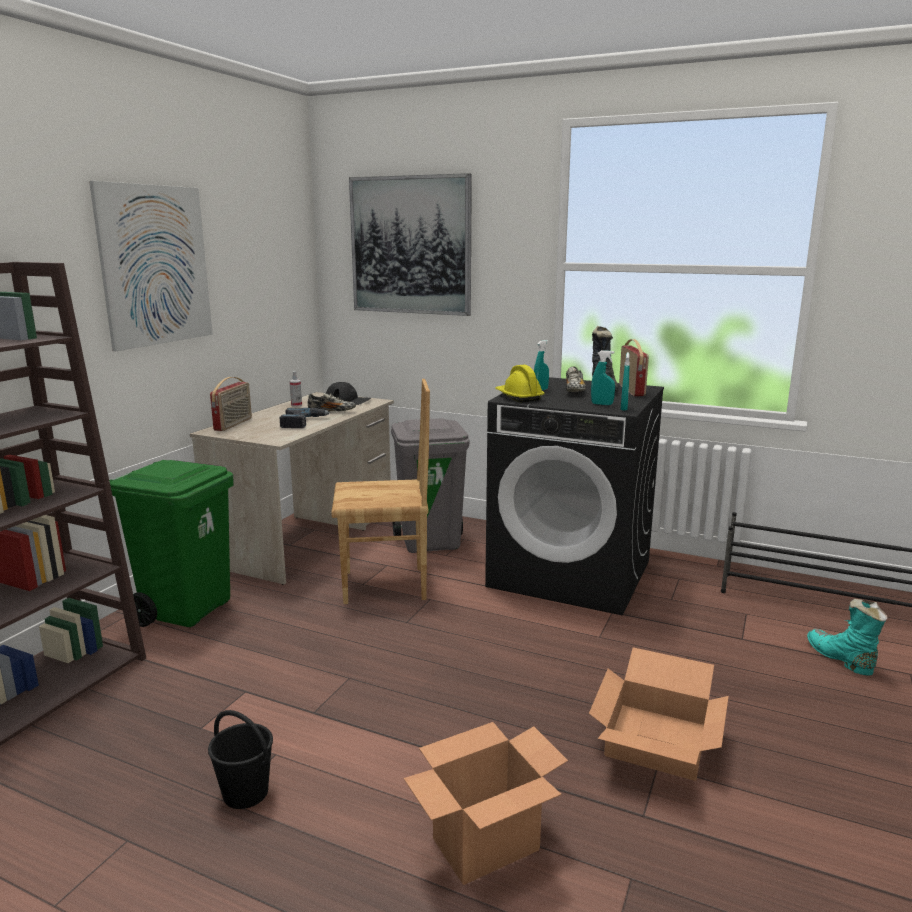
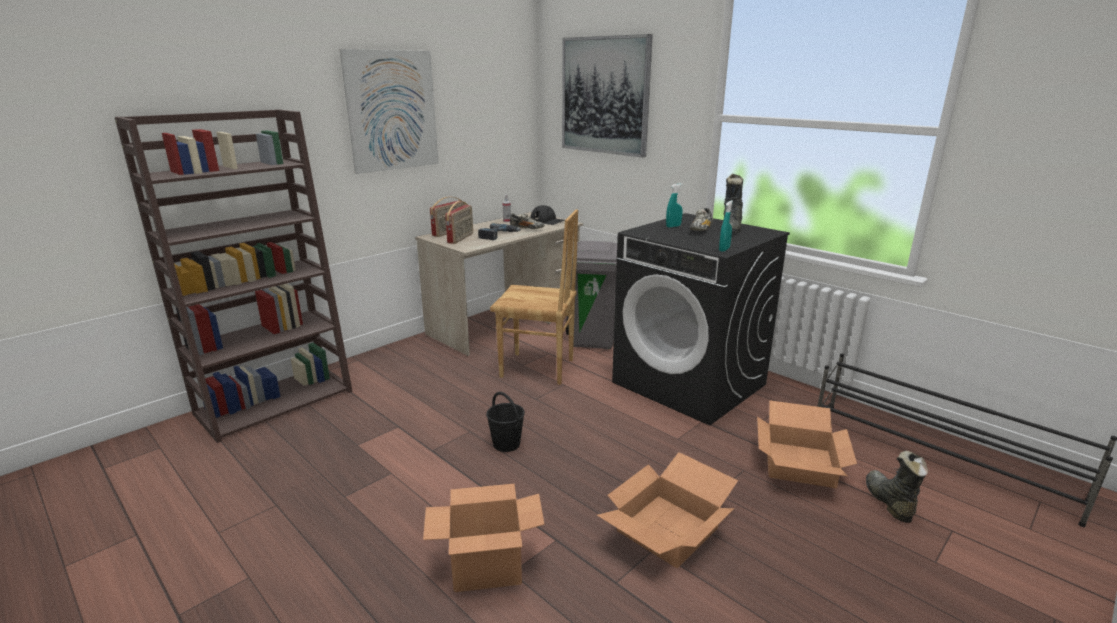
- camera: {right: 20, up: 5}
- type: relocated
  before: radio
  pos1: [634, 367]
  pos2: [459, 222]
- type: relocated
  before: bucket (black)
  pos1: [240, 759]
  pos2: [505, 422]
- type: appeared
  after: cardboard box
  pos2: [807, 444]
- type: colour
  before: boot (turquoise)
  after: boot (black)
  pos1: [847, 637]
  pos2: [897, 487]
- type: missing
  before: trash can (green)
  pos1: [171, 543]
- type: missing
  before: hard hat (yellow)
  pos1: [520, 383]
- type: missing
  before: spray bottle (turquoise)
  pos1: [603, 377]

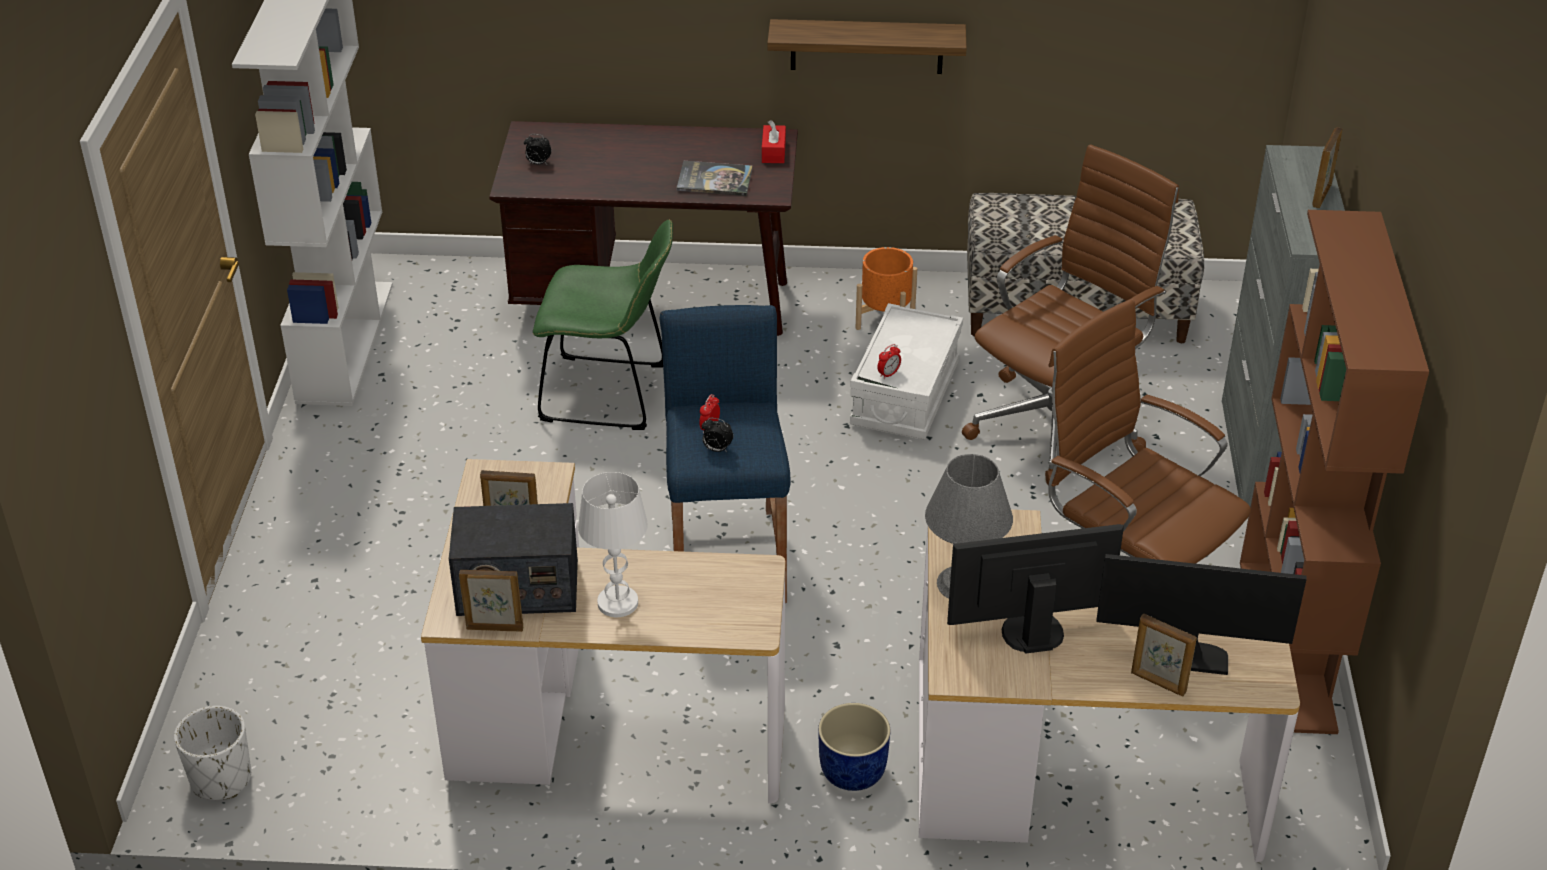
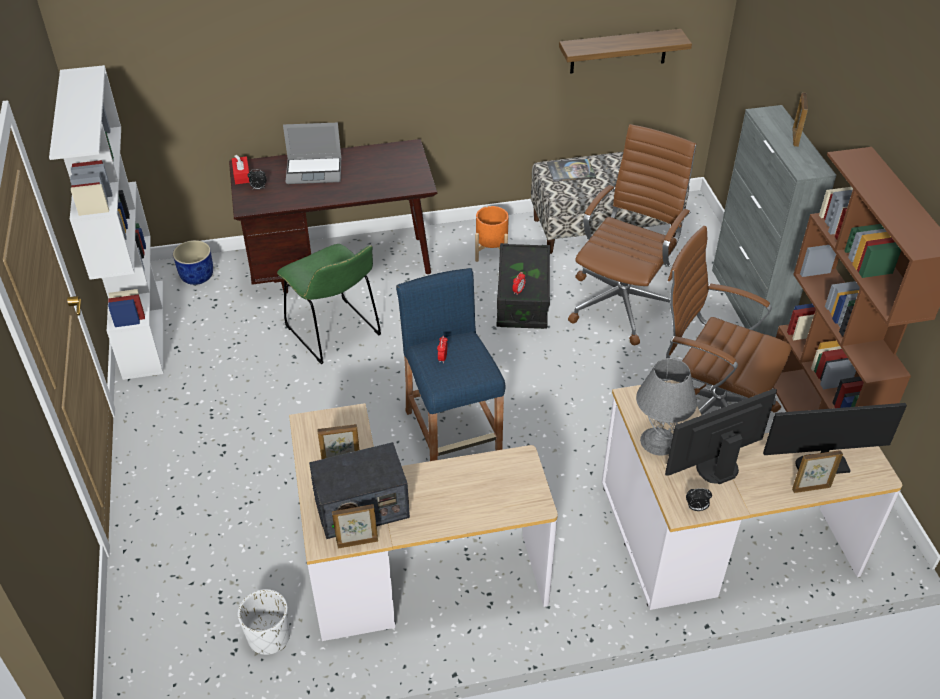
- camera: {right: -15, up: 5}
- type: relocated
  before: planter (blue)
  pos1: [854, 747]
  pos2: [193, 262]
- type: relocated
  before: tissue box (red)
  pos1: [774, 141]
  pos2: [241, 169]
- type: relocated
  before: planter (white)
  pos1: [212, 753]
  pos2: [264, 622]
- type: spun
  before: chair (green)
  pos1: [603, 325]
  pos2: [329, 304]
  turn: 60
- type: appeared
  after: laptop
  pos2: [312, 153]
- type: colour
  before: storage box (white)
  after: storage box (black)
  pos1: [906, 371]
  pos2: [523, 286]
- type: relocated
  before: book
  pos1: [715, 178]
  pos2: [571, 170]
- type: relocated
  before: shelf
  pos1: [867, 46]
  pos2: [625, 51]
- type: relocated
  before: alarm clock
  pos1: [717, 435]
  pos2: [699, 499]
- type: spun
  before: picture frame
  pos1: [1164, 655]
  pos2: [817, 471]
  turn: 150
- type: missing
  before: table lamp (white)
  pos1: [613, 544]

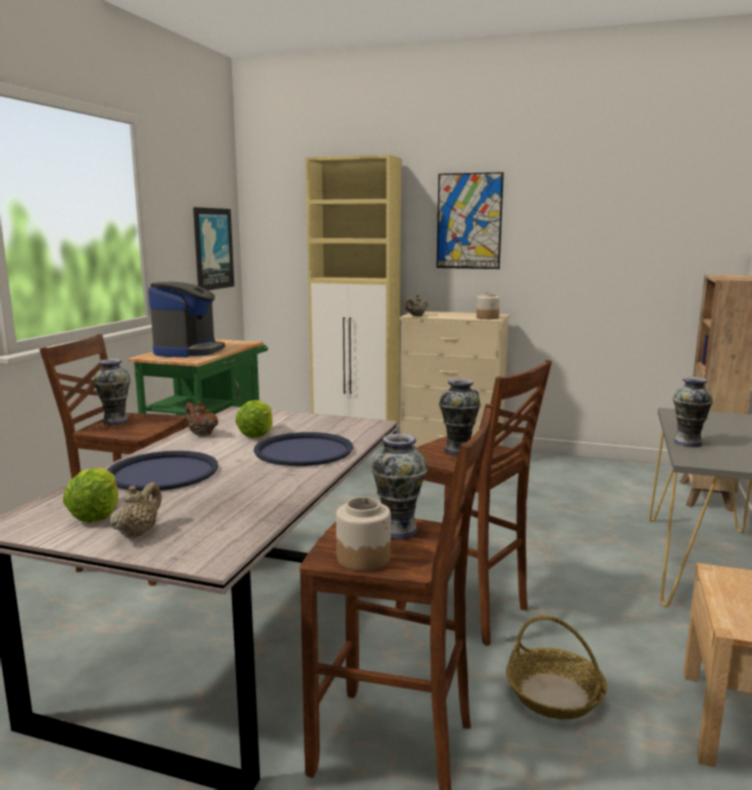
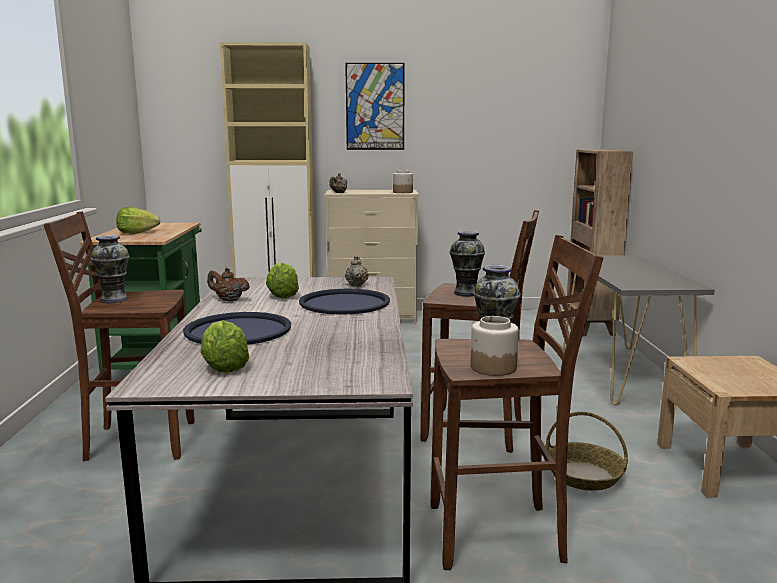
- camera: {right: -20, up: 0}
- type: exchanged
  before: coffee machine
  after: lettuce
  pos1: [186, 319]
  pos2: [138, 220]
- type: relocated
  before: teapot (beige)
  pos1: [136, 510]
  pos2: [357, 270]
- type: missing
  before: picture
  pos1: [213, 248]
- type: missing
  before: vase
  pos1: [693, 412]

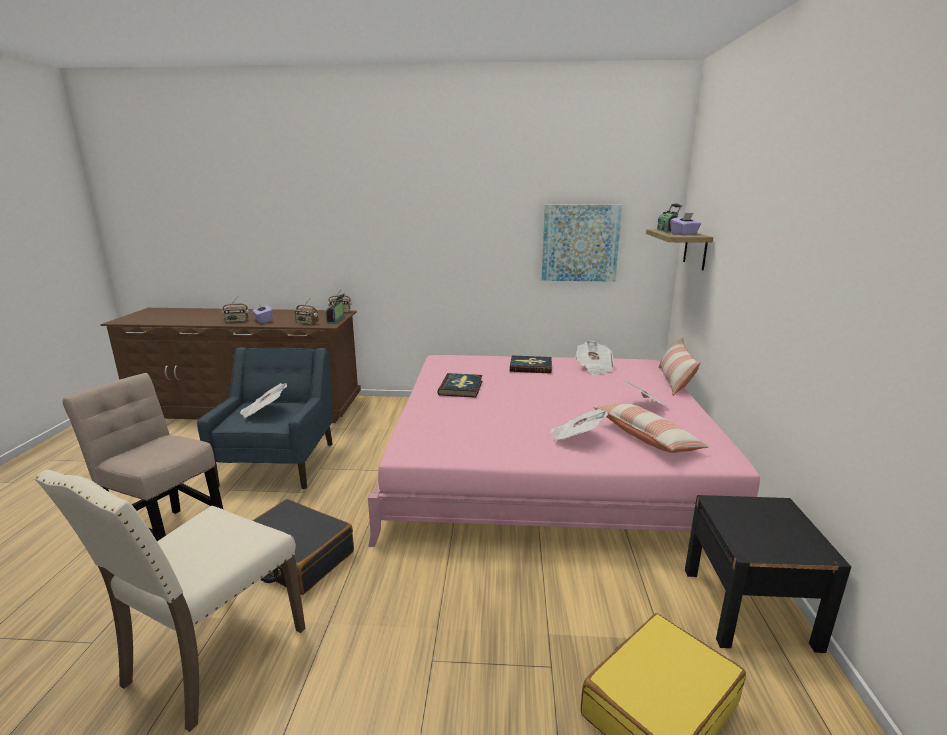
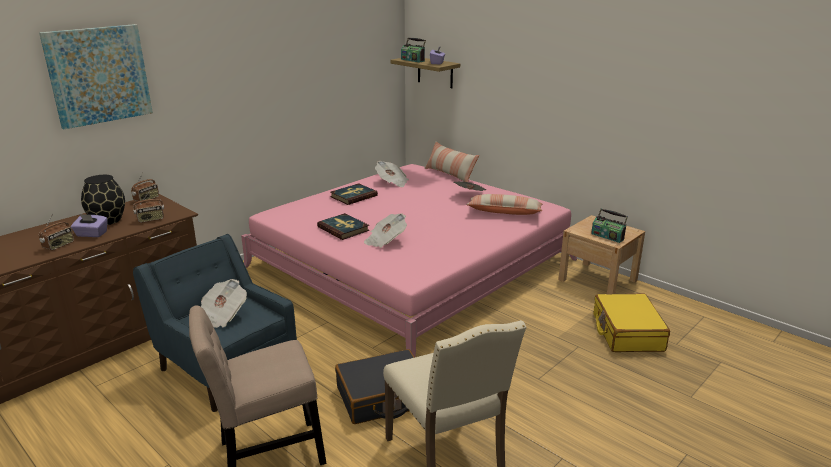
- camera: {right: -50, up: 5}
- type: relocated
  before: picture
  pos1: [581, 243]
  pos2: [96, 76]
- type: appeared
  after: vase (black)
  pos2: [103, 200]
- type: relocated
  before: newspaper
  pos1: [579, 425]
  pos2: [385, 230]
- type: colour
  before: nightstand (black)
  after: nightstand (beige)
  pos1: [768, 574]
  pos2: [601, 254]
- type: relocated
  before: radio
  pos1: [335, 308]
  pos2: [609, 226]

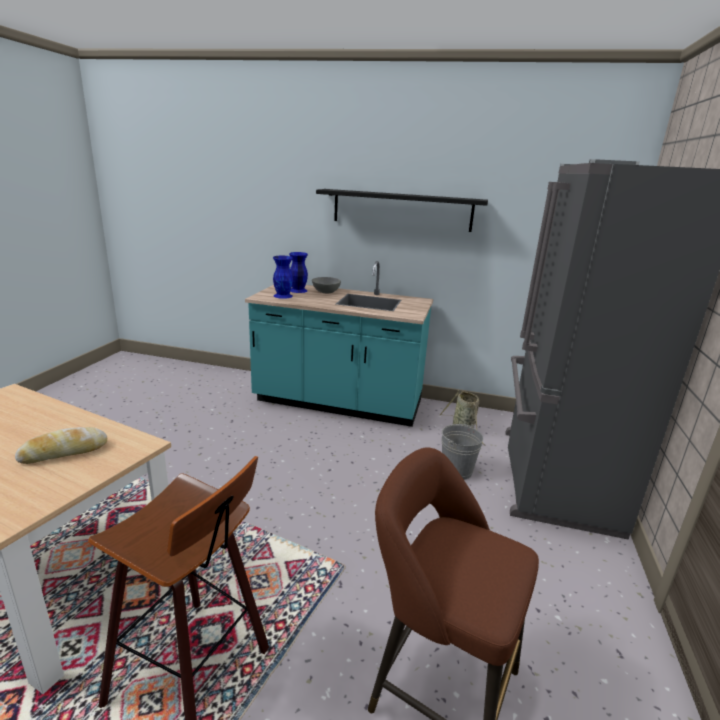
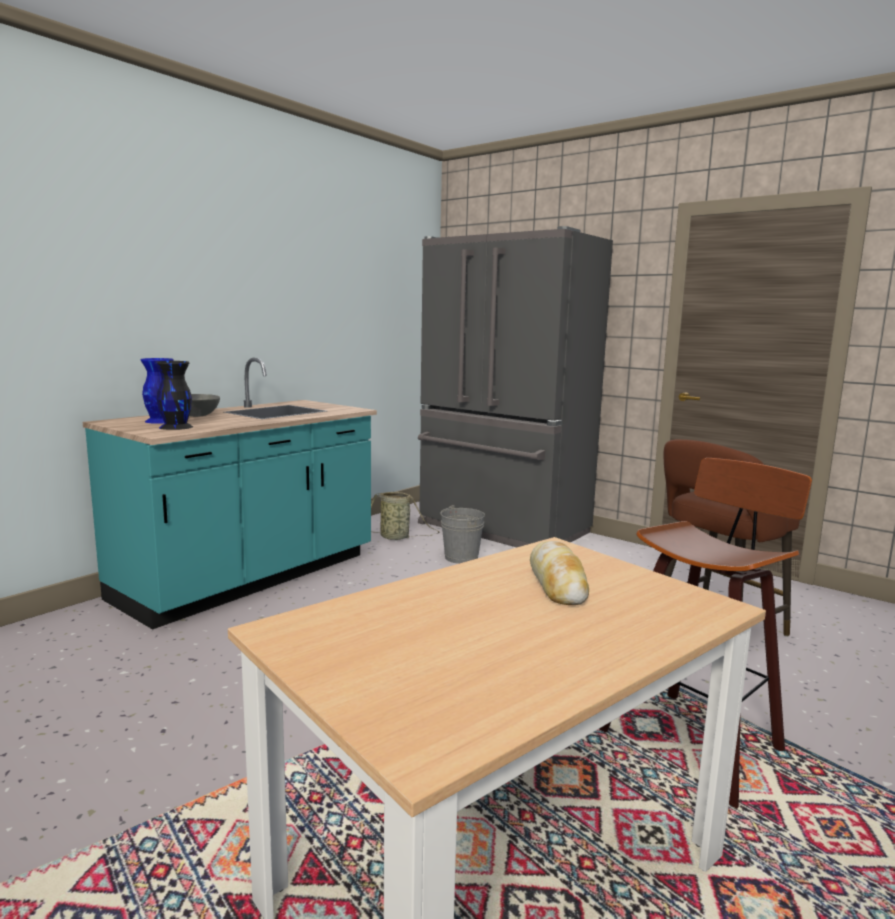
- camera: {right: -65, up: -10}
- type: colour
  before: vase (blue)
  after: vase (black)
  pos1: [283, 277]
  pos2: [174, 395]
- type: missing
  before: shelf (black)
  pos1: [402, 210]

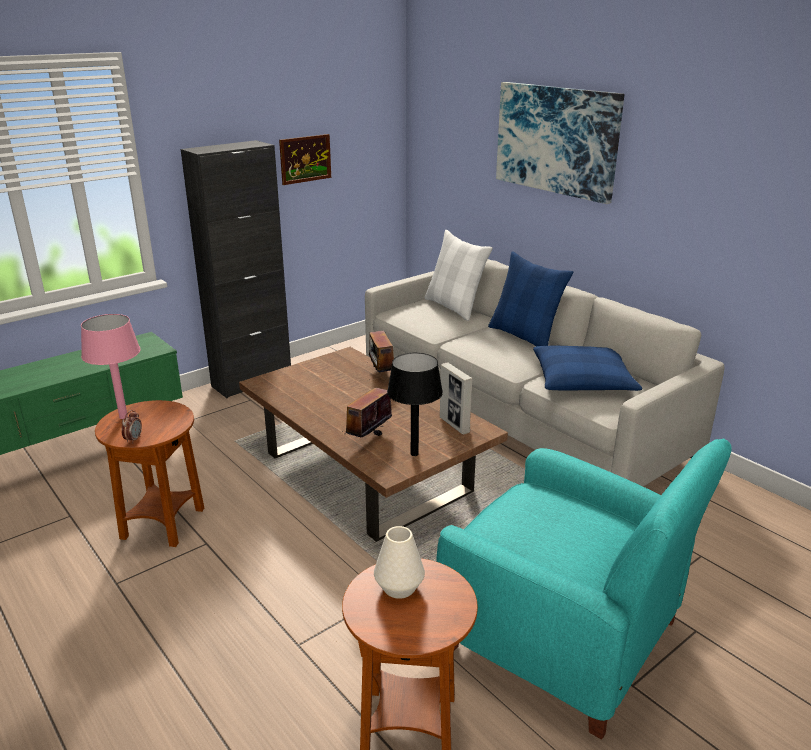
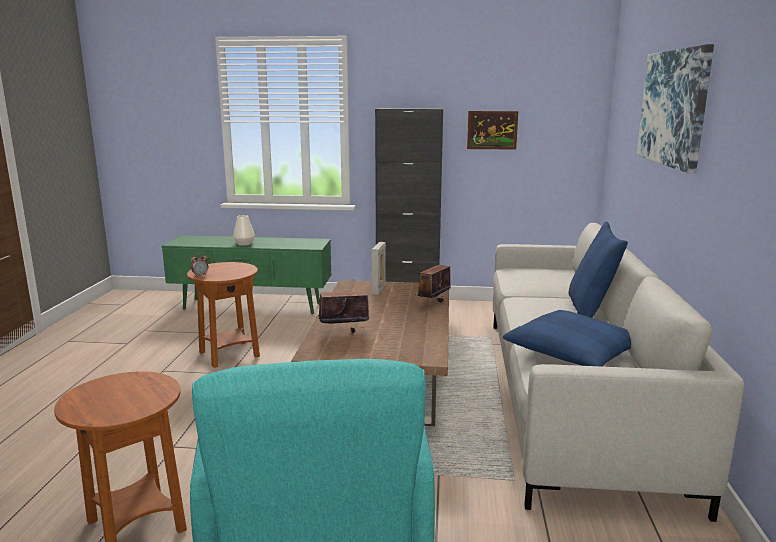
- camera: {right: 45, up: -10}
- type: relocated
  before: vase (white)
  pos1: [399, 562]
  pos2: [244, 230]
- type: relocated
  before: picture frame
  pos1: [456, 398]
  pos2: [378, 268]
- type: missing
  before: table lamp (pink)
  pos1: [111, 366]
- type: missing
  before: table lamp (black)
  pos1: [415, 404]
- type: missing
  before: pillow (white)
  pos1: [458, 275]

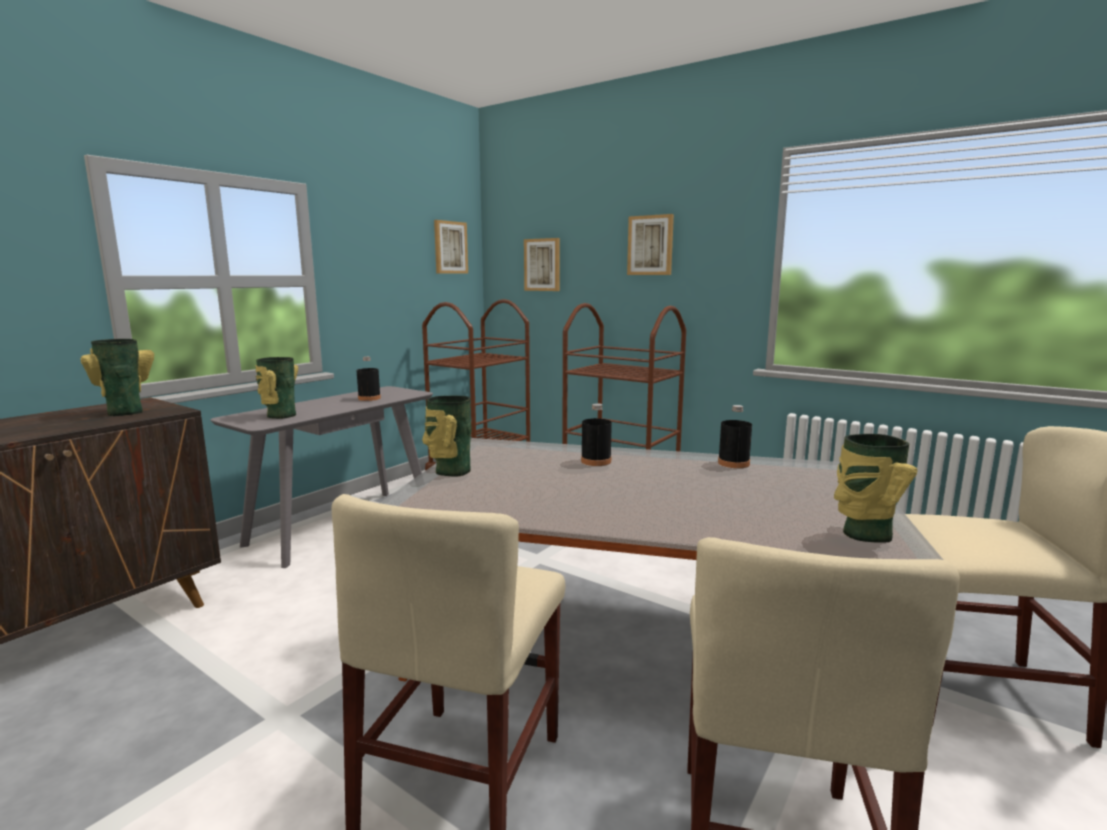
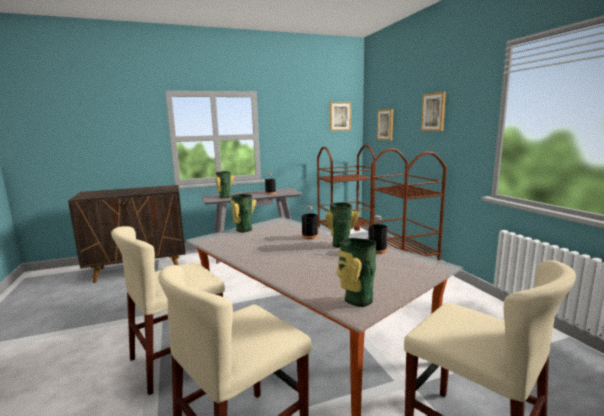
- camera: {right: 35, up: 0}
- type: relocated
  before: vase
  pos1: [117, 377]
  pos2: [342, 225]

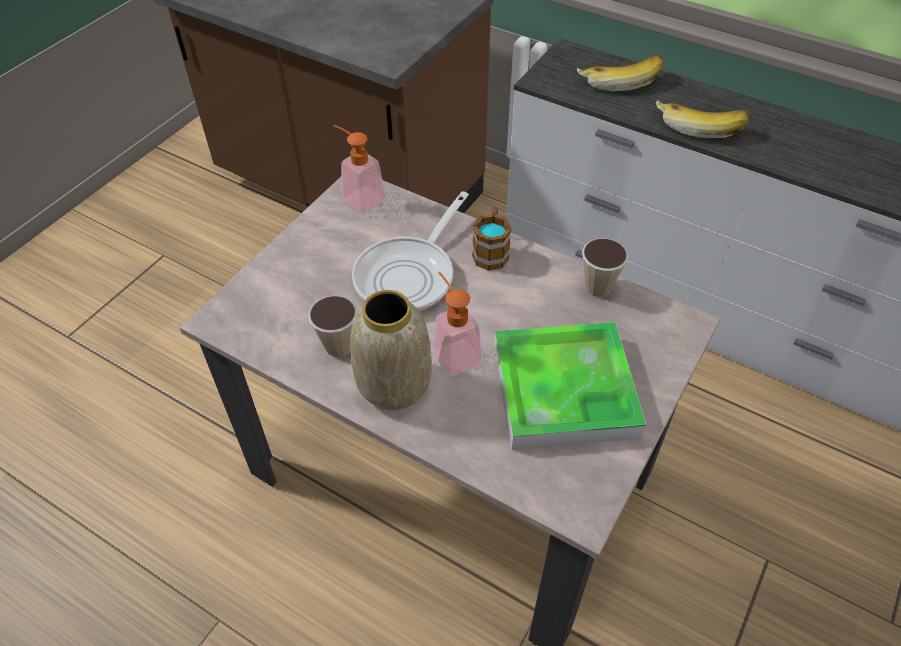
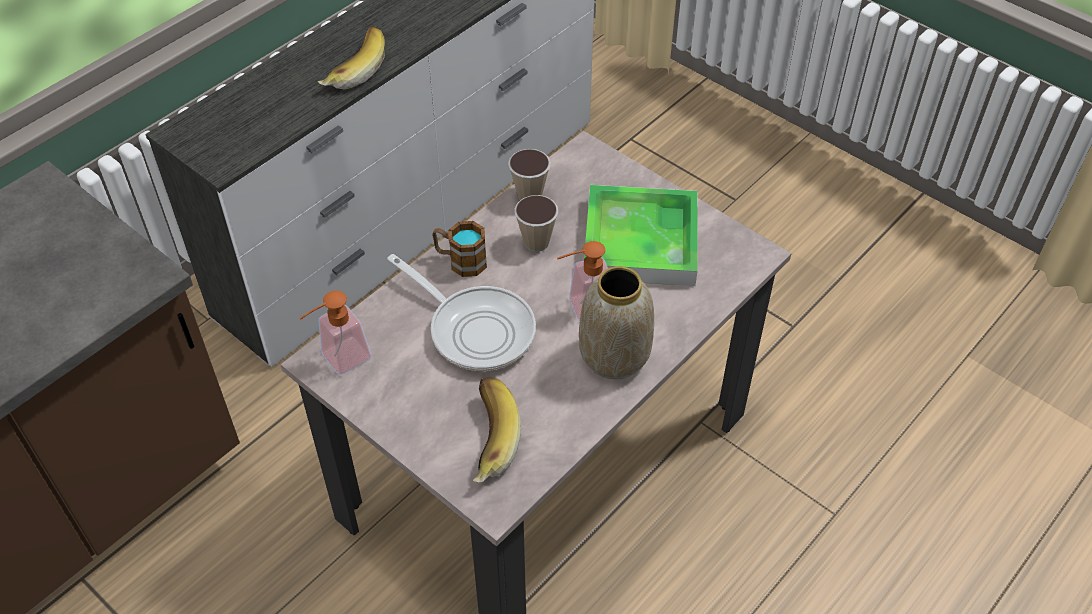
- camera: {right: -80, up: 0}
- type: relocated
  before: banana
  pos1: [620, 72]
  pos2: [497, 430]
- type: relocated
  before: cup
  pos1: [332, 326]
  pos2: [536, 223]

